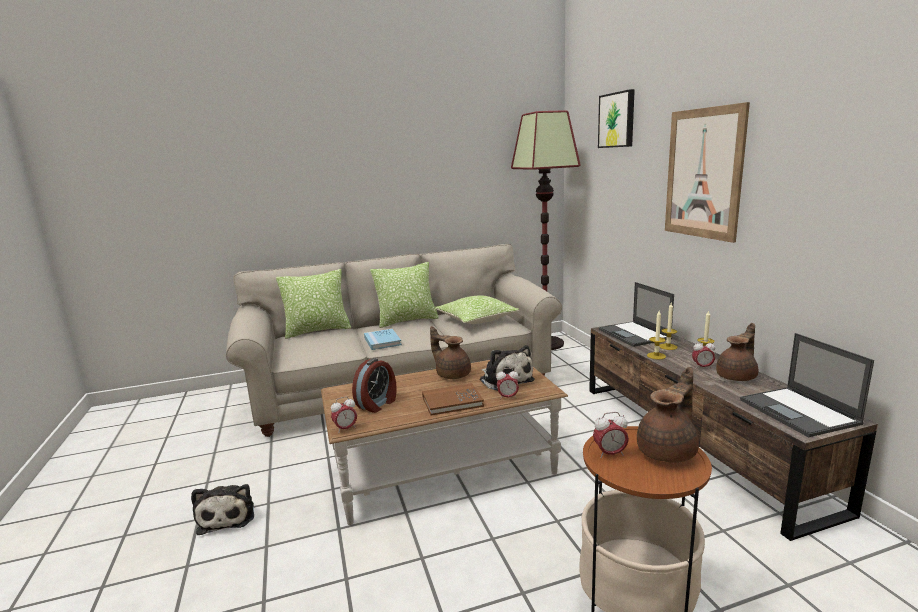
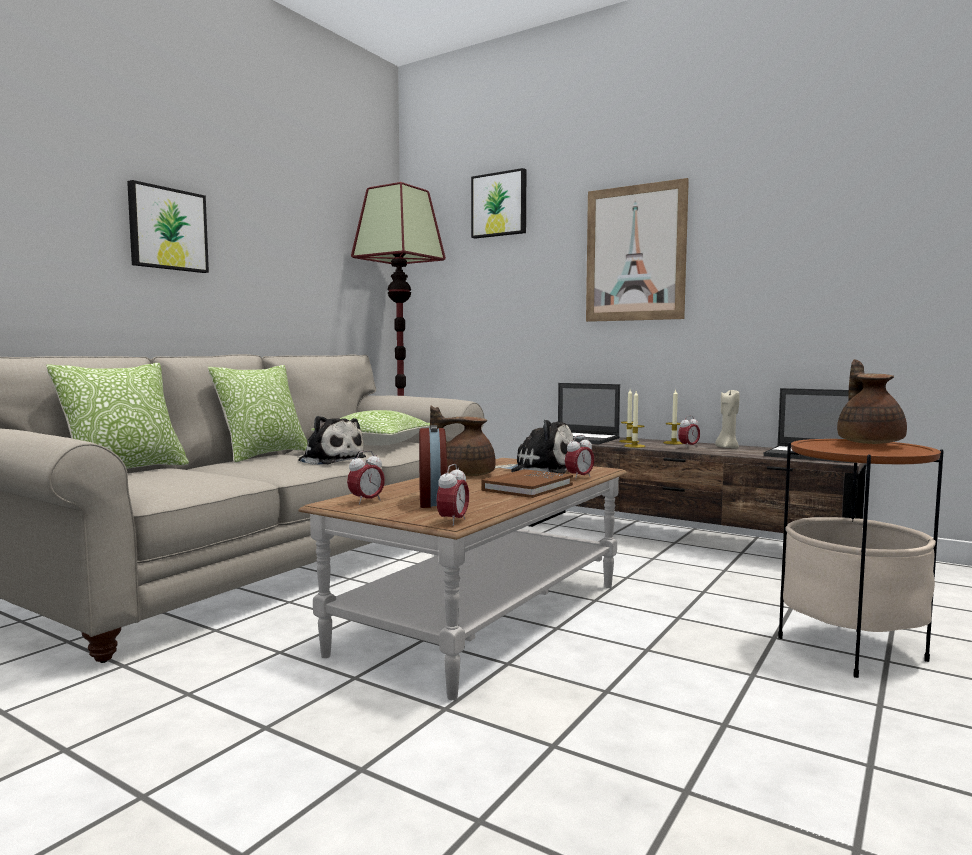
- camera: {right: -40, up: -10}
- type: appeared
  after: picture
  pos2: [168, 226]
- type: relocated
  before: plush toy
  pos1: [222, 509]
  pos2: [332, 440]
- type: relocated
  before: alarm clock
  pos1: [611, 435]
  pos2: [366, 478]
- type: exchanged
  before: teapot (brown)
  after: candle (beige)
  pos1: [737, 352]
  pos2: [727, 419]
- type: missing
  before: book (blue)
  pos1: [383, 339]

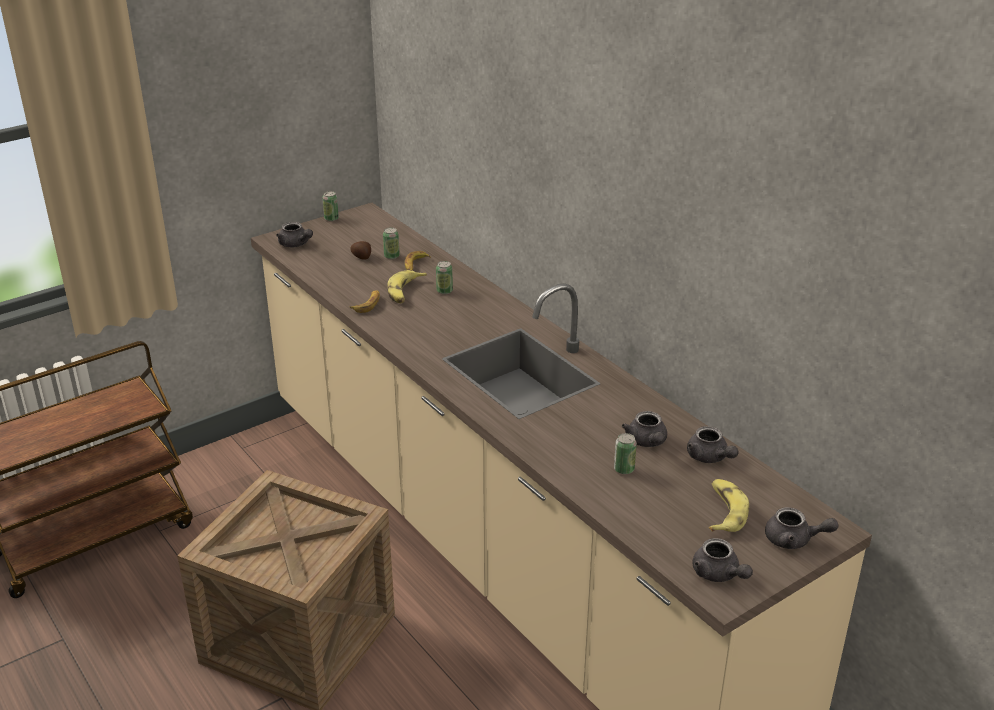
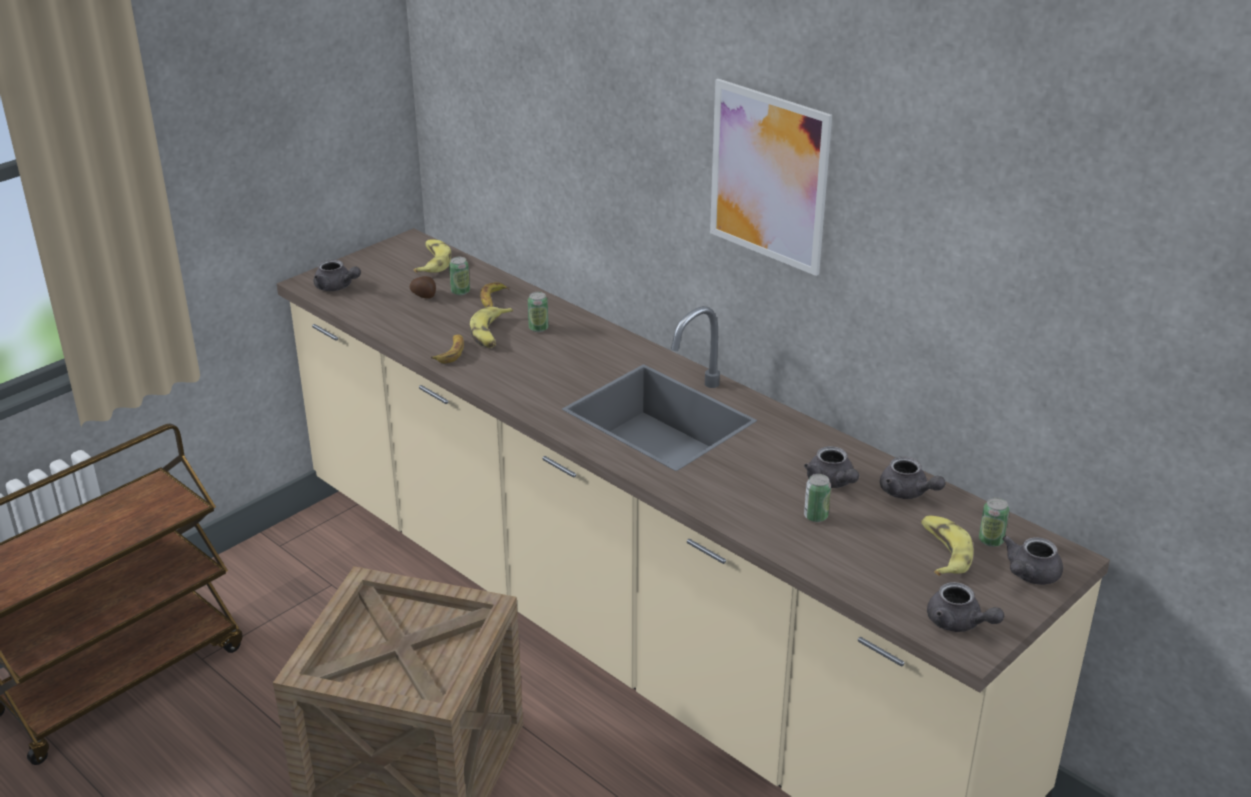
- camera: {right: -10, up: 0}
- type: appeared
  after: banana
  pos2: [432, 256]
- type: appeared
  after: picture
  pos2: [771, 177]
- type: relocated
  before: can
  pos1: [330, 206]
  pos2: [994, 522]
- type: spun
  before: teapot (grey)
  pos1: [801, 528]
  pos2: [1032, 560]
  turn: 120

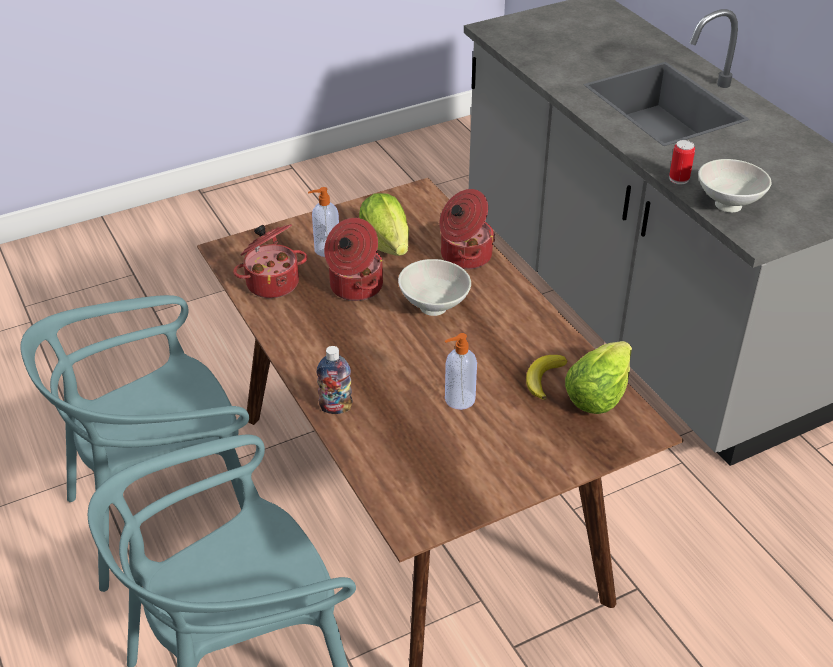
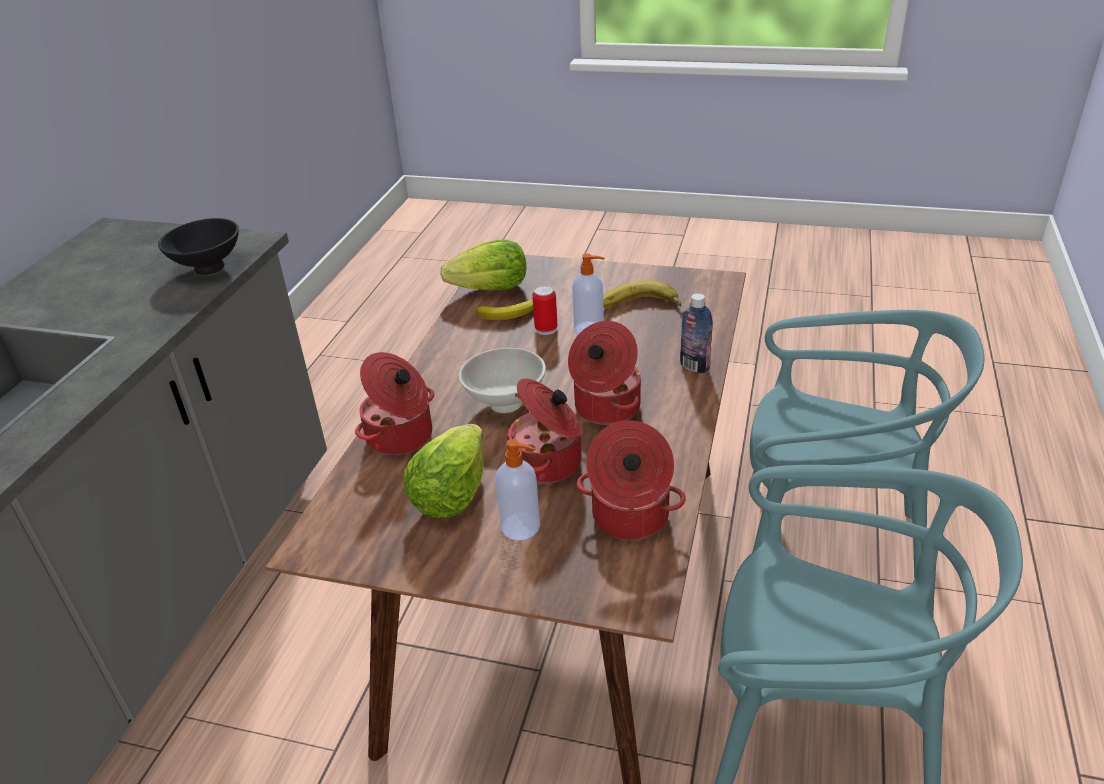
- camera: {right: -135, up: -5}
- type: colour
  before: bowl (white)
  after: bowl (black)
  pos1: [734, 185]
  pos2: [198, 246]
- type: relocated
  before: can
  pos1: [682, 162]
  pos2: [545, 310]
- type: appeared
  after: cooking pot
  pos2: [604, 373]
- type: appeared
  after: banana
  pos2: [642, 294]

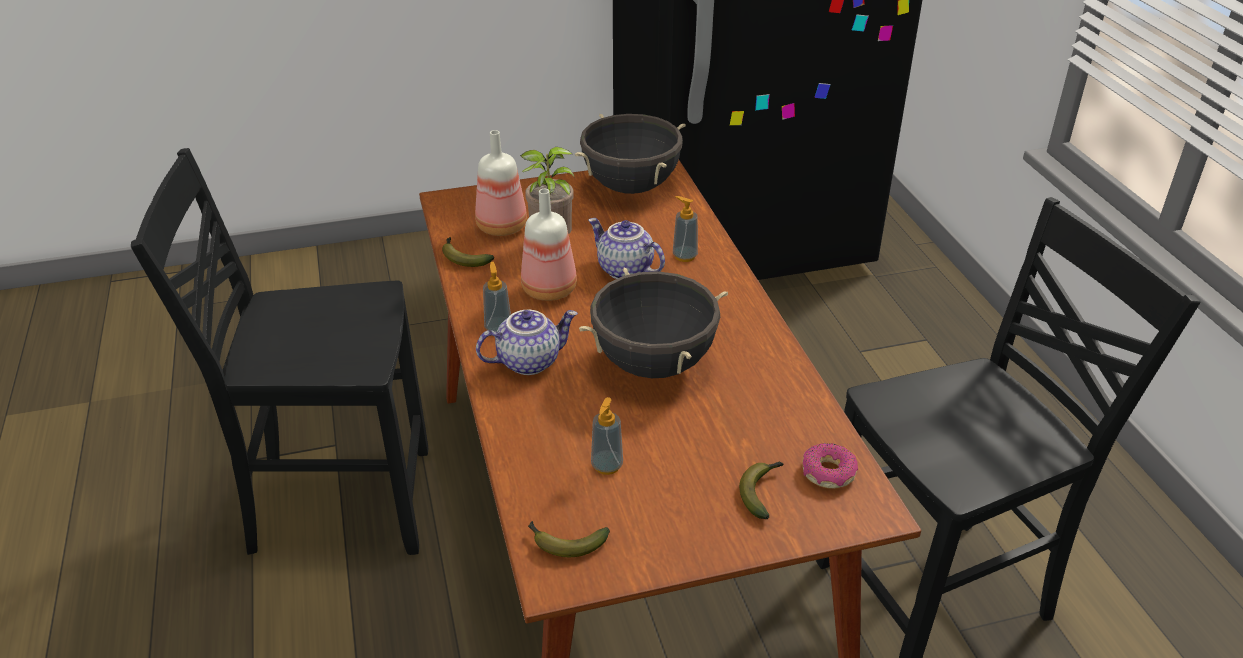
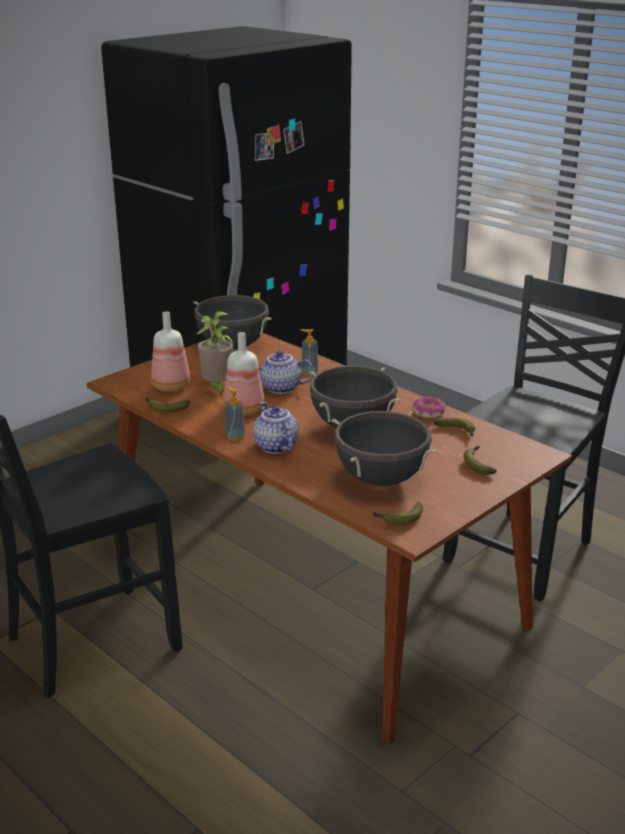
- camera: {right: -30, up: -10}
- type: spun
  before: teapot
  pos1: [527, 342]
  pos2: [276, 428]
  turn: -60
- type: exchanged
  before: soap dispenser
  after: cooking pot (black)
  pos1: [607, 436]
  pos2: [384, 448]
- type: relocated
  before: donut
  pos1: [830, 466]
  pos2: [429, 407]
- type: appeared
  after: banana
  pos2: [454, 427]

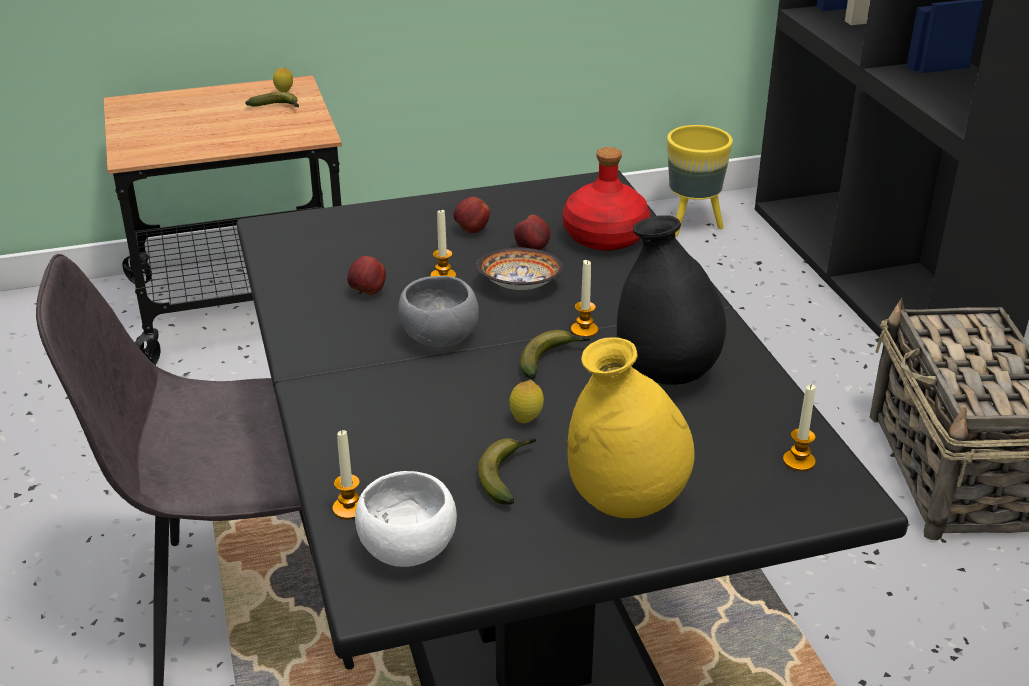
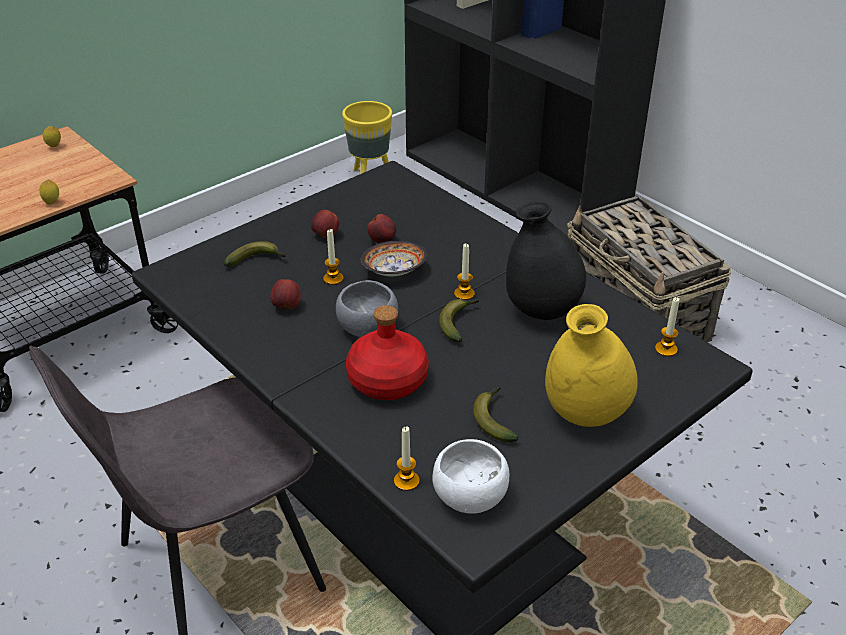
- camera: {right: -25, up: 5}
- type: relocated
  before: lemon
  pos1: [526, 401]
  pos2: [49, 191]
- type: relocated
  before: banana
  pos1: [272, 99]
  pos2: [255, 254]
- type: relocated
  before: bottle (red)
  pos1: [606, 199]
  pos2: [387, 352]

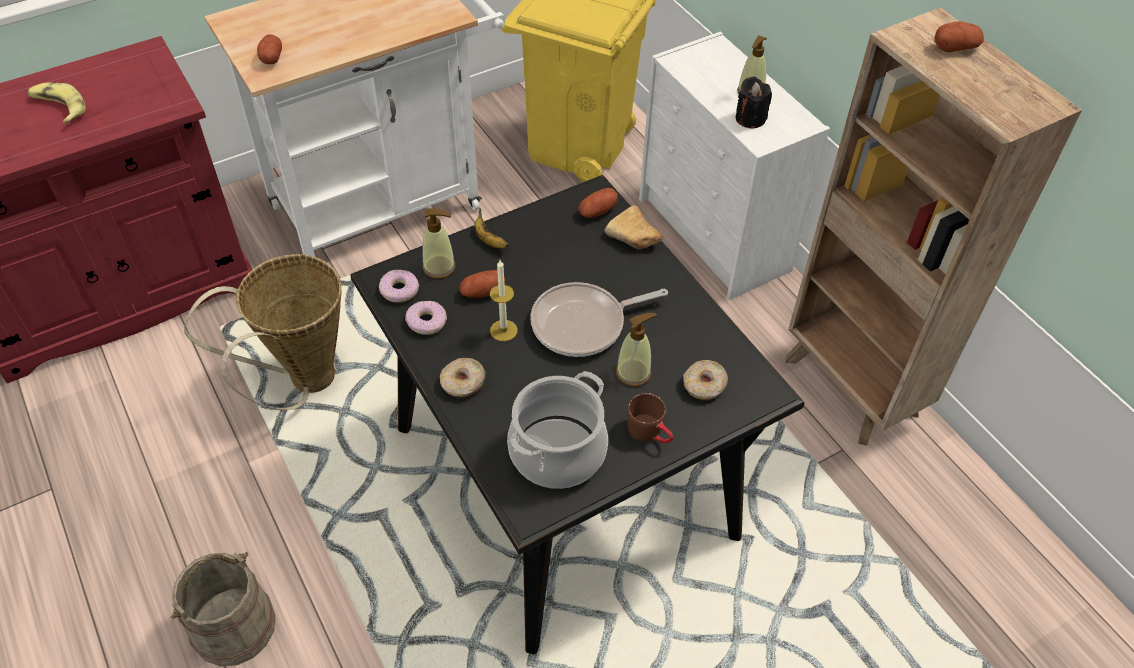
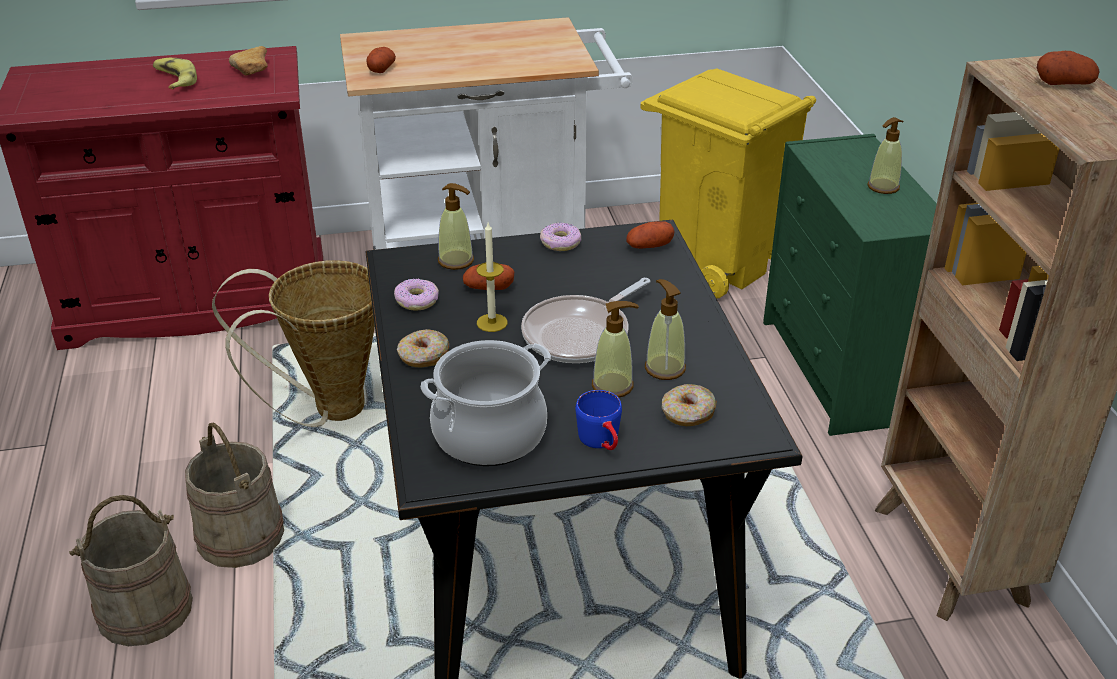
- camera: {right: 20, up: -15}
- type: appeared
  after: bucket (beige)
  pos2: [234, 495]
- type: relocated
  before: bread
  pos1: [633, 227]
  pos2: [248, 60]
- type: spun
  before: frying pan
  pos1: [599, 319]
  pos2: [586, 320]
  turn: -45
- type: relocated
  before: donut
  pos1: [399, 286]
  pos2: [560, 236]
- type: colour
  before: mug (brown)
  after: mug (blue)
  pos1: [650, 418]
  pos2: [599, 420]
- type: appeared
  after: soap dispenser
  pos2: [665, 329]
- type: colour
  before: dresser (white)
  after: dresser (green)
  pos1: [734, 165]
  pos2: [850, 285]
- type: missing
  before: banana
  pos1: [491, 228]
- type: missing
  before: candle (black)
  pos1: [754, 102]

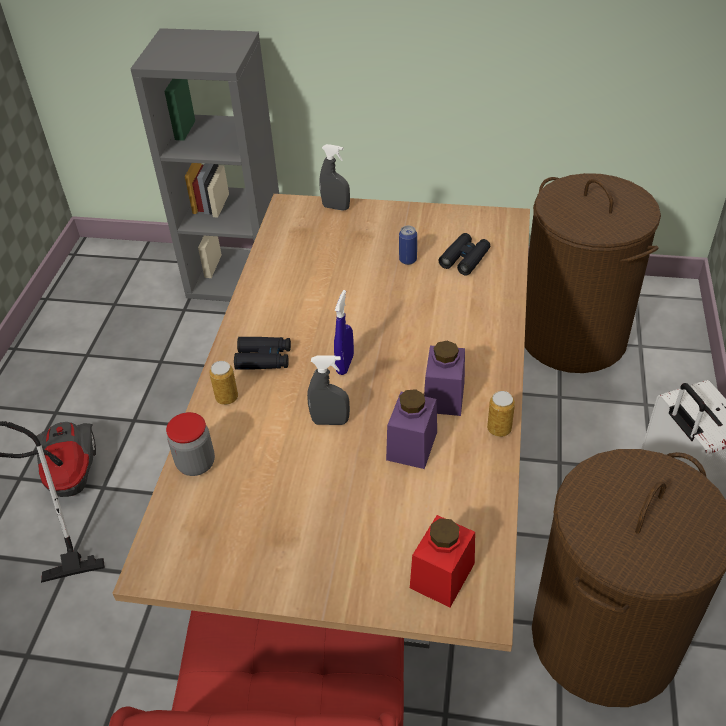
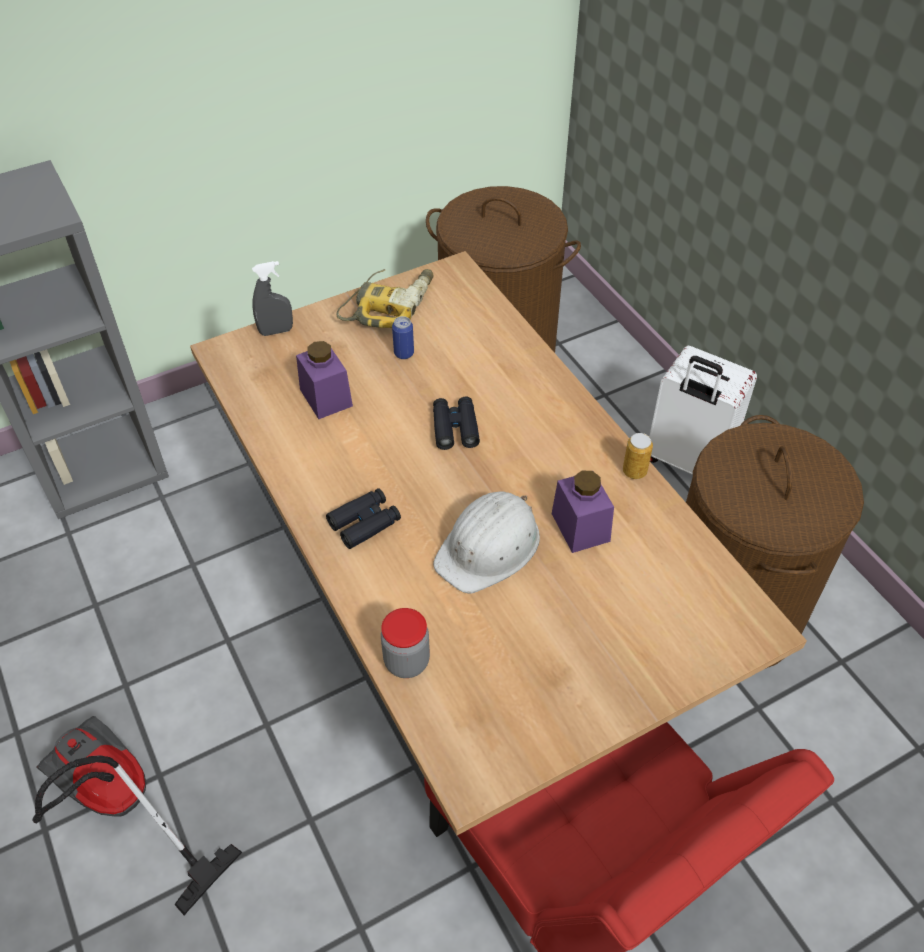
- camera: {right: -40, up: 5}
- type: relocated
  before: jar (purple)
  pos1: [444, 378]
  pos2: [324, 380]
- type: appeared
  after: power drill
  pos2: [385, 298]
- type: relocated
  before: binoculars (black)
  pos1: [464, 254]
  pos2: [456, 423]
- type: exchanged
  before: spray bottle (grey)
  after: hard hat (white)
  pos1: [328, 390]
  pos2: [486, 542]
- type: missing
  before: can
  pos1: [223, 383]
- type: missing
  before: spray bottle (blue)
  pos1: [344, 332]
- type: missing
  before: jar (red)
  pos1: [442, 561]

